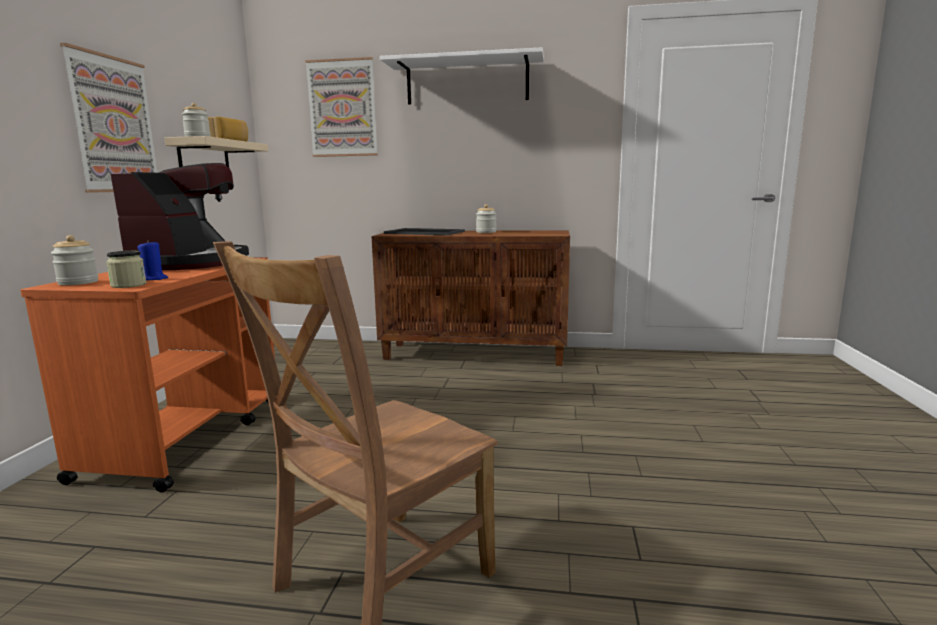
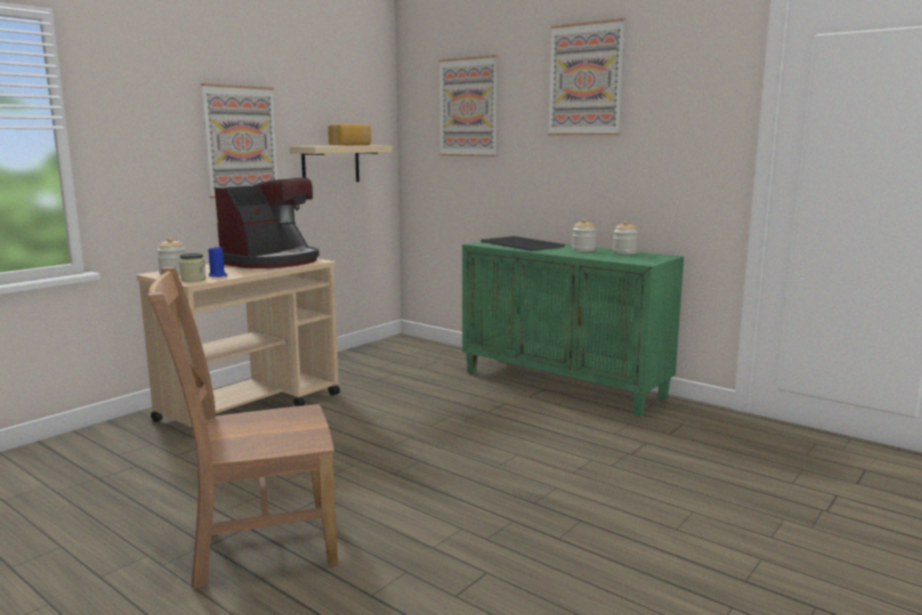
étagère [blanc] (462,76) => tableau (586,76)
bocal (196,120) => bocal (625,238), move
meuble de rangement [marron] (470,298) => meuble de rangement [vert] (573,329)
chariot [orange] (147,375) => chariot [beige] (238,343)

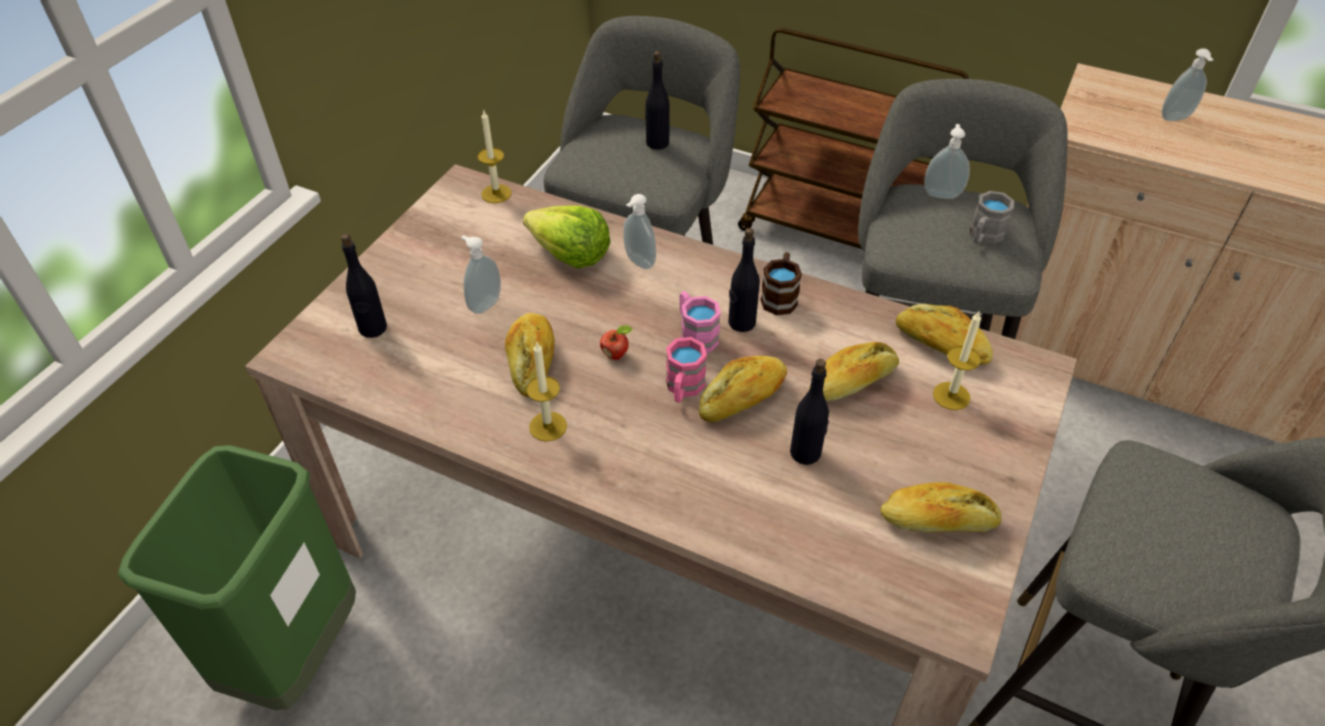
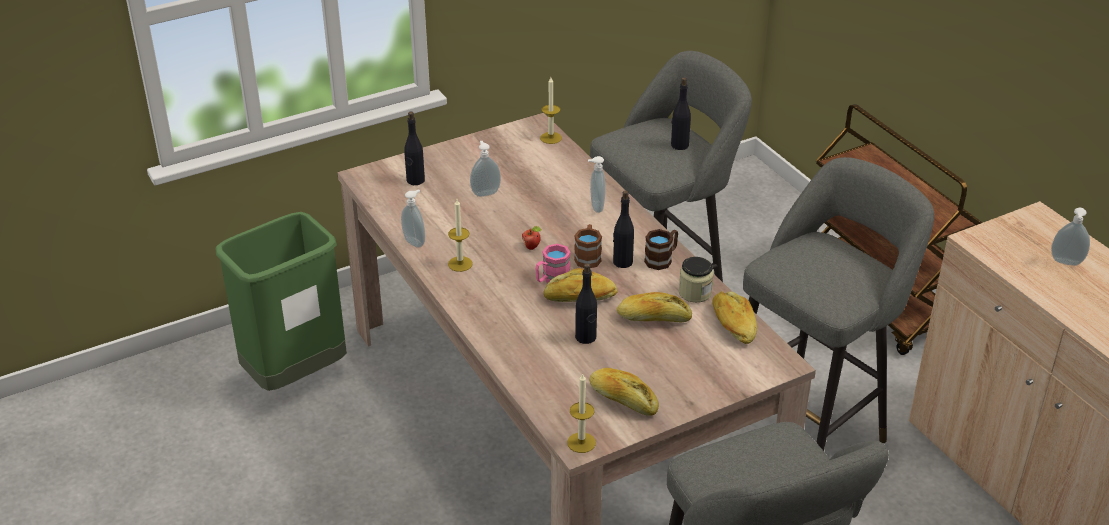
distributeur de savon (947,161) => distributeur de savon (413,218), move
mug [gris] (992,218) => nothing
laitue (566,237) => nothing
mug [rose] (700,322) => mug [marron] (588,246)
bougie (957,361) => bougie (581,413), move
pain (530,355) => nothing
nothing => bocal (696,280)

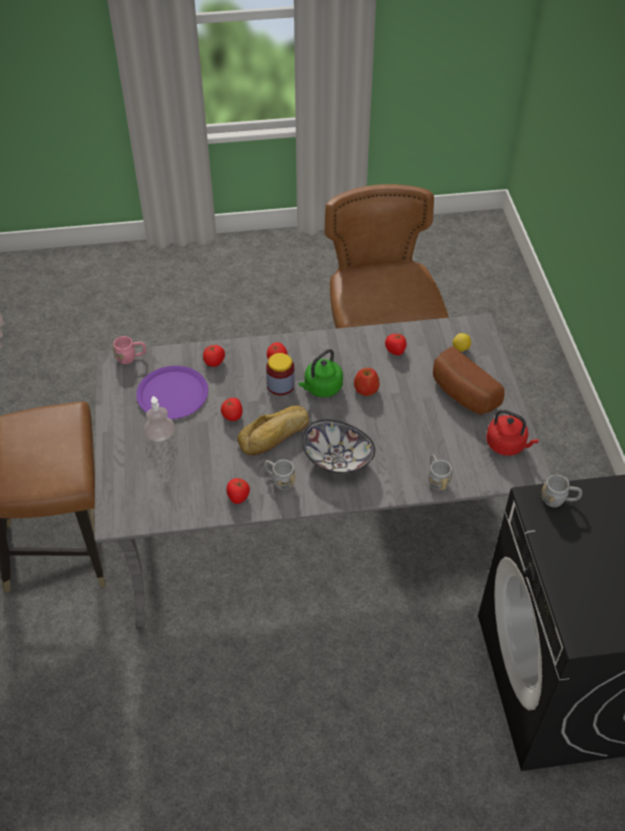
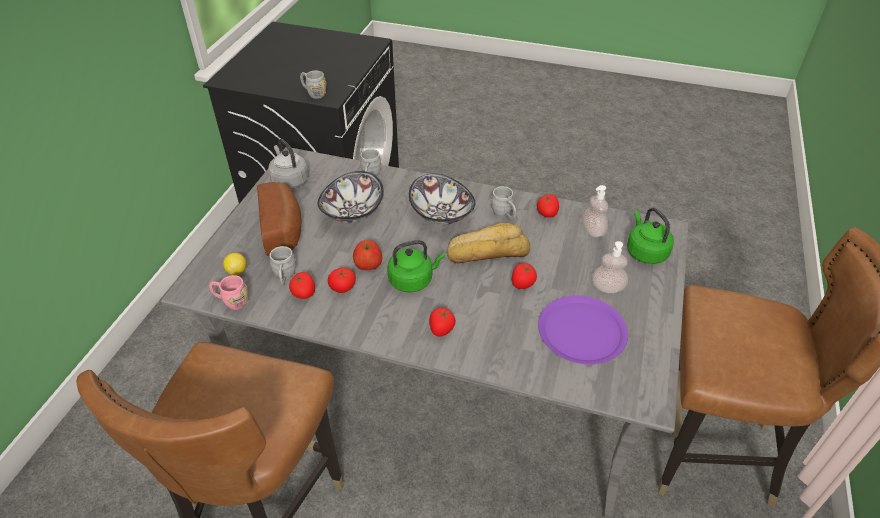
mug [rose] (129,350) => mug [rose] (228,292), move
tomate (214,356) => tomate (342,280), move
bocal (280,374) => nothing
bouilloire [rouge] (512,433) => bouilloire [gris] (289,164)
nothing => bol (351,197)
nothing => distributeur de savon (595,211)
nothing => bouilloire [vert] (650,236)
nothing => mug [gris] (283,265)

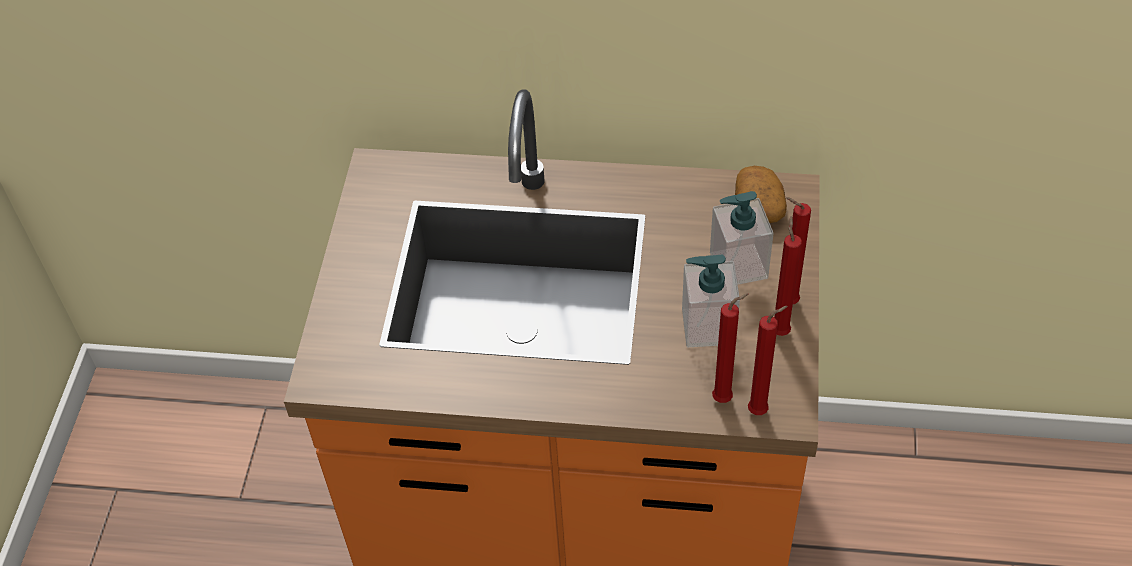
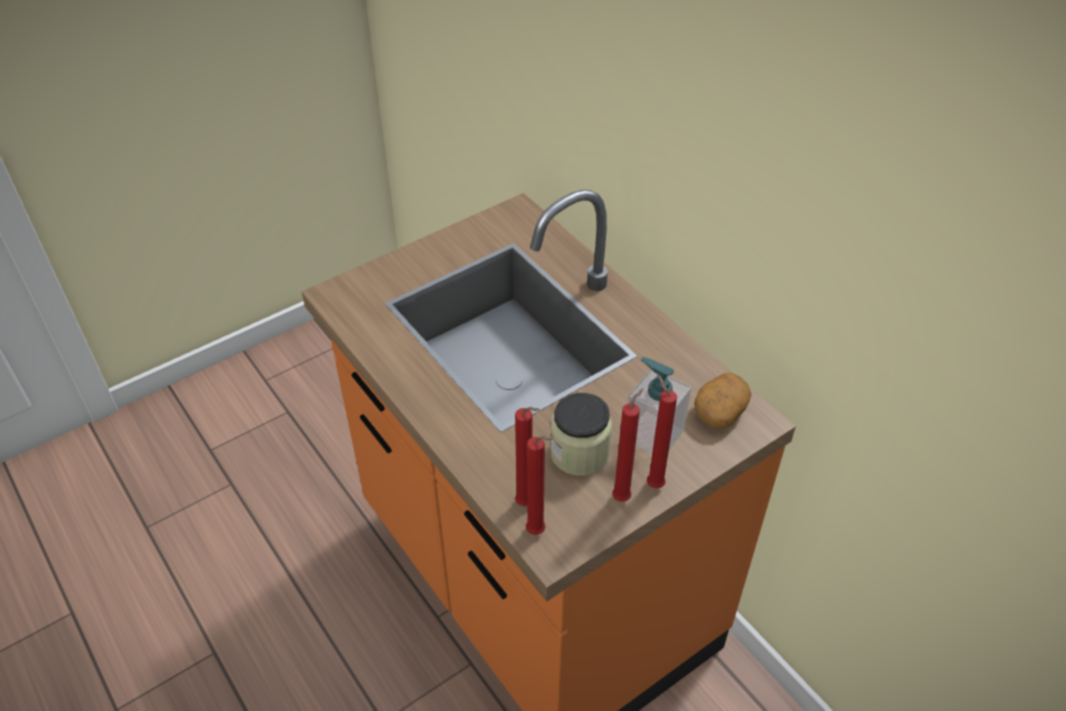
distributeur de savon (711,301) => bocal (581,434)

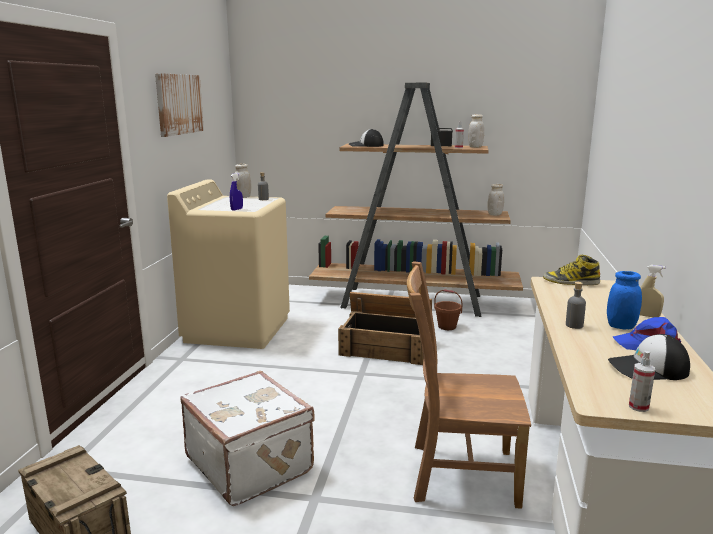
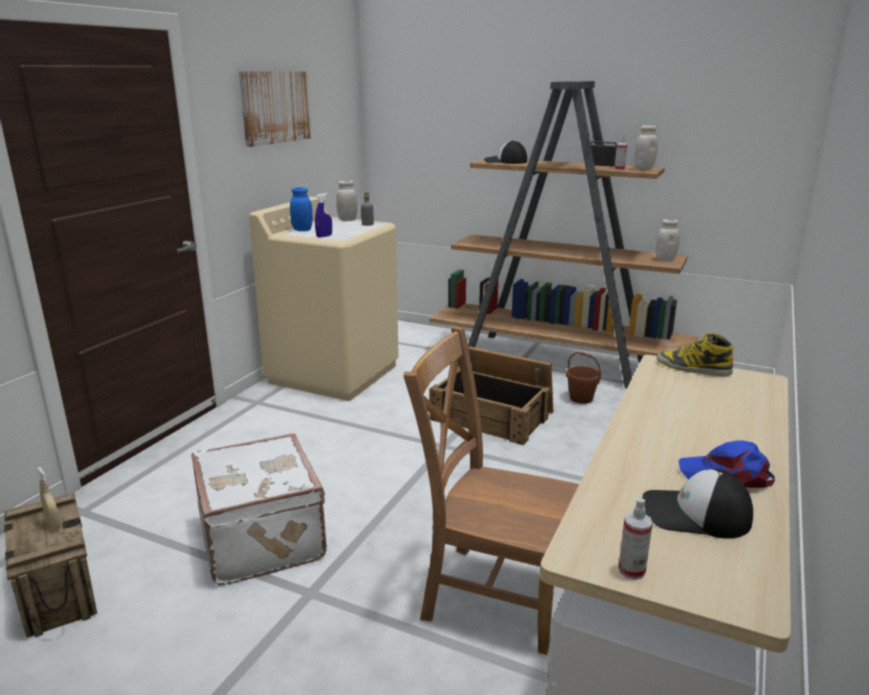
vaporisateur [beige] (653,291) => vaporisateur [beige] (48,498), move
bocal [bleu] (624,300) => bocal [bleu] (301,209), move
bouteille [gris] (576,305) => nothing

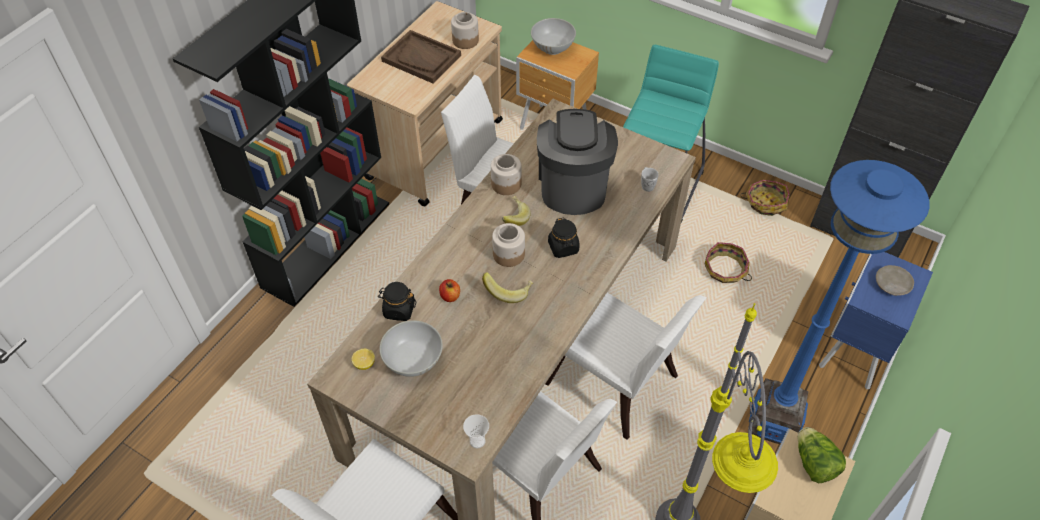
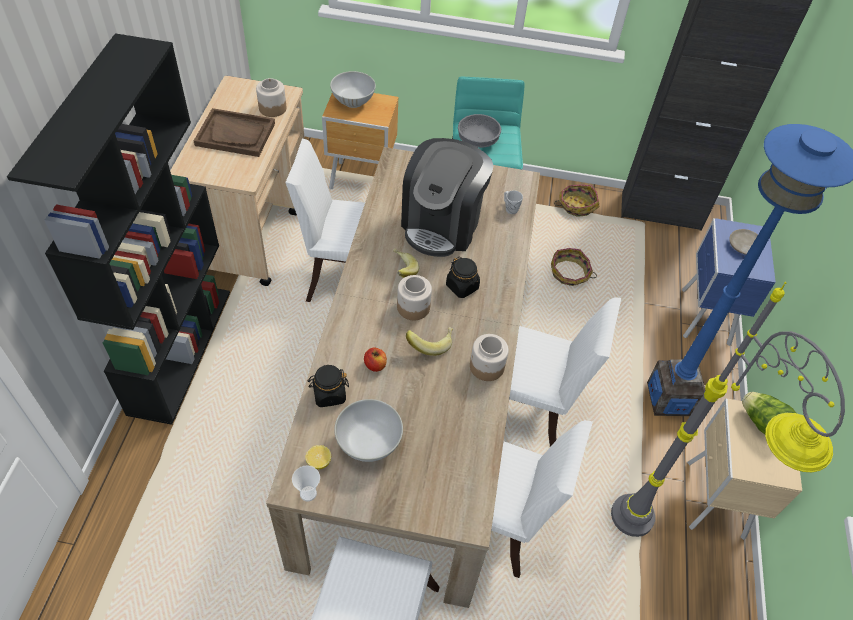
machine à café (577,162) => machine à café (447,197), 135 degrees counterclockwise
bocal (506,174) => bocal (489,357), move
tasse (476,431) => tasse (306,483), move
nothing => bol [gris] (479,131)

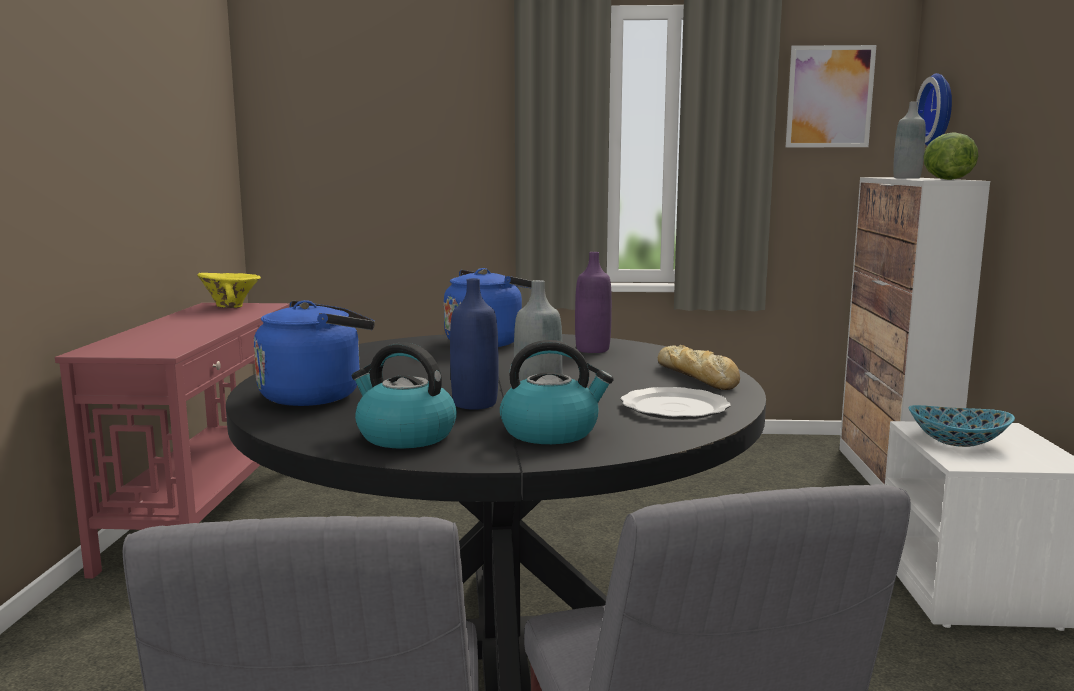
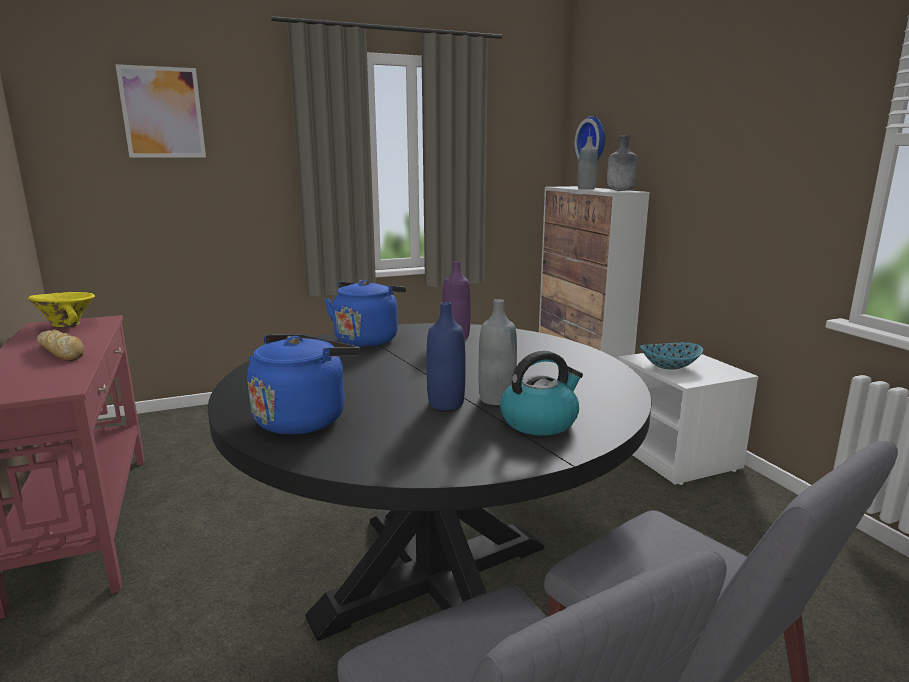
tableau (831,96) => tableau (160,110), move
laitue (950,156) => bouteille [gris] (622,163)
bouilloire (404,395) => nothing
pain (699,367) => pain (60,345), move
assiette (675,403) => nothing

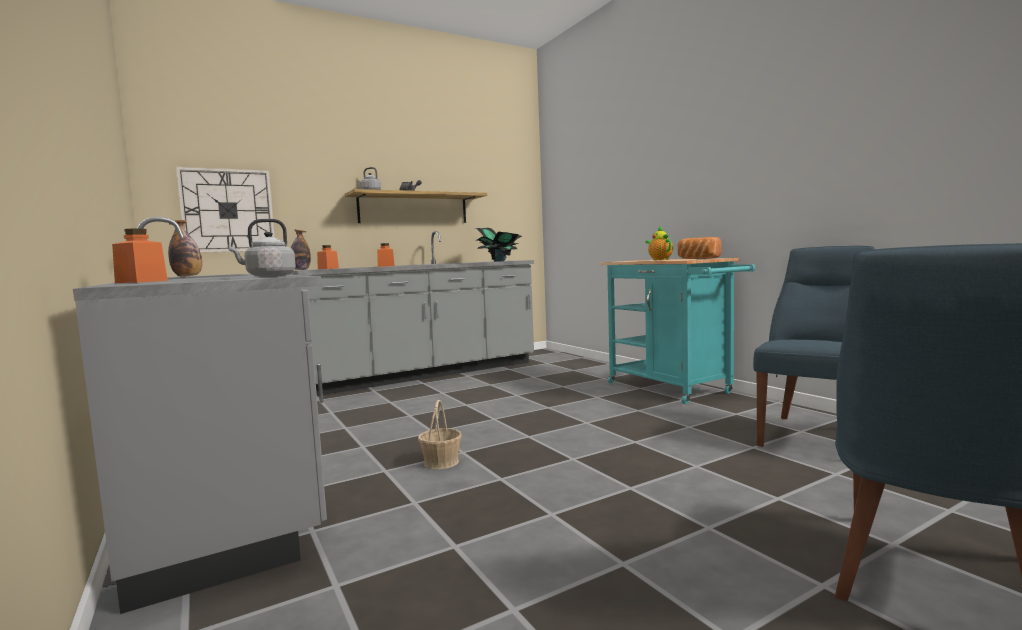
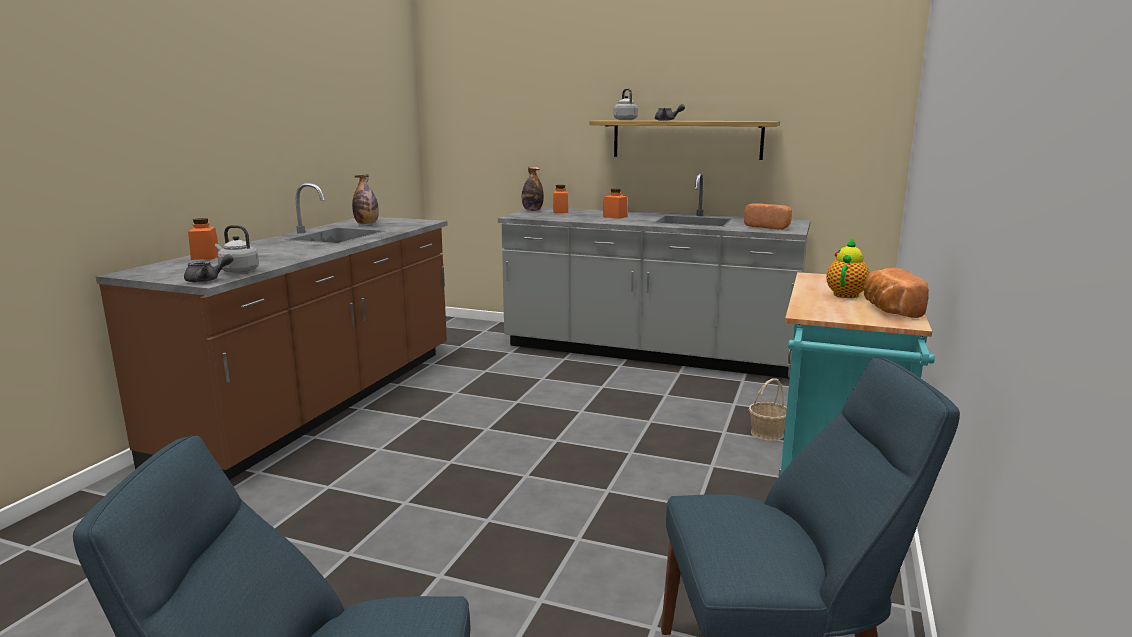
horloge murale (225,210) => nothing
comptoir de cuisine [gris] (200,415) => comptoir de cuisine [marron] (272,331)
plante en pot (498,244) => pain (768,216)
panier (440,435) => panier (768,409), move
nothing => théière [gris] (209,268)

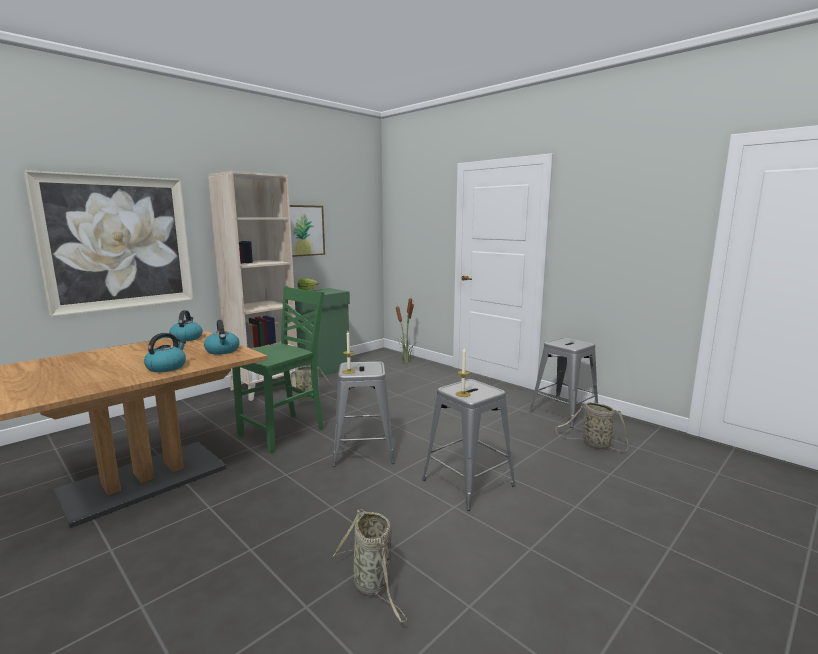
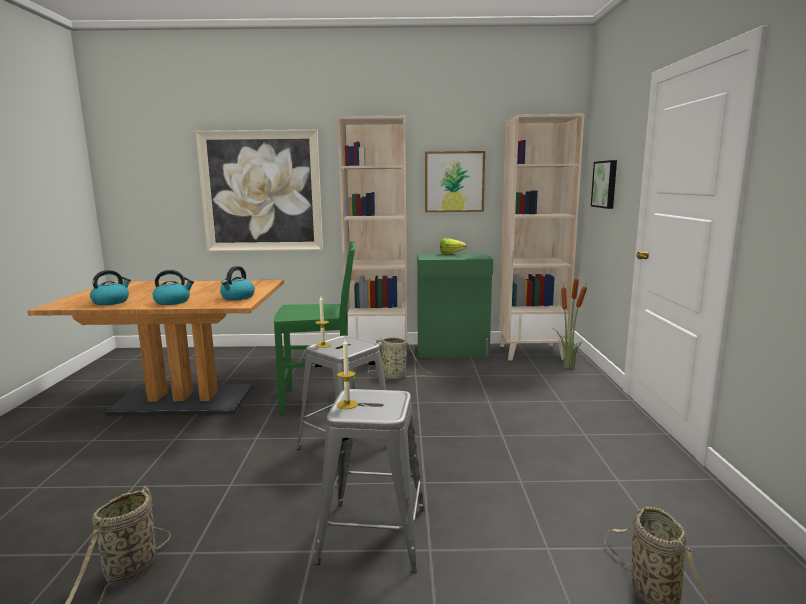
bouilloire (186,325) => bouilloire (110,287), move
tabouret [gris] (563,382) => nothing
nothing => bibliothèque [beige] (542,237)
nothing => tableau (604,184)

